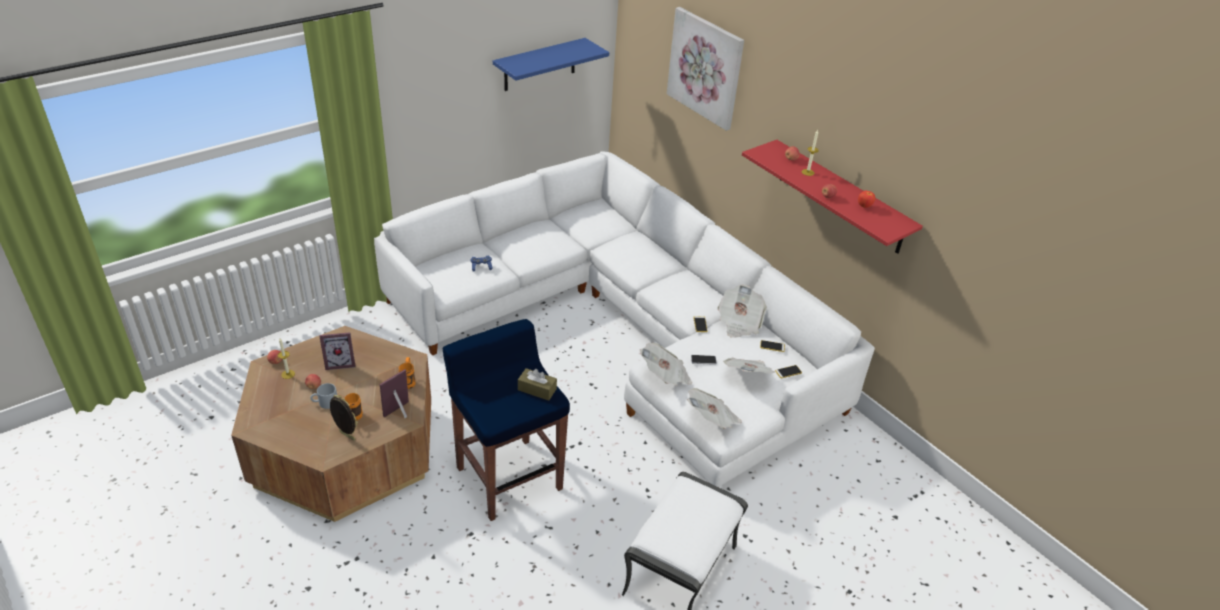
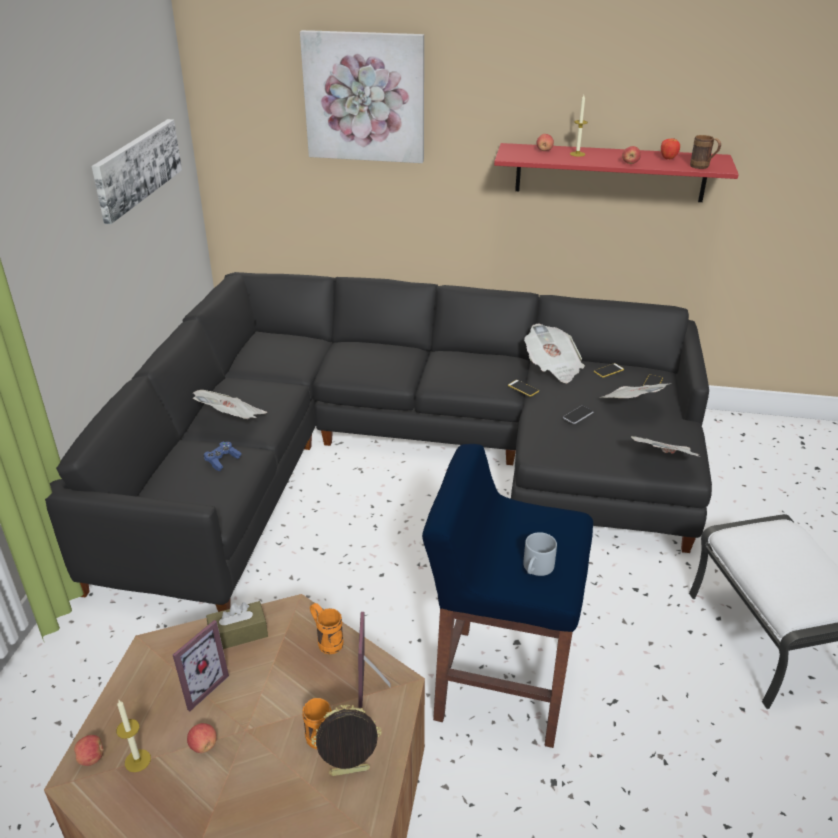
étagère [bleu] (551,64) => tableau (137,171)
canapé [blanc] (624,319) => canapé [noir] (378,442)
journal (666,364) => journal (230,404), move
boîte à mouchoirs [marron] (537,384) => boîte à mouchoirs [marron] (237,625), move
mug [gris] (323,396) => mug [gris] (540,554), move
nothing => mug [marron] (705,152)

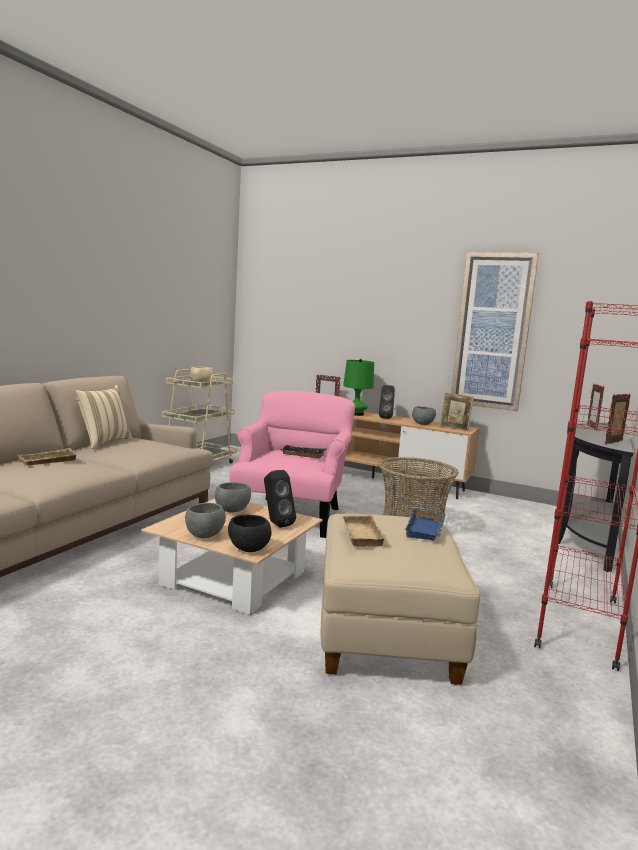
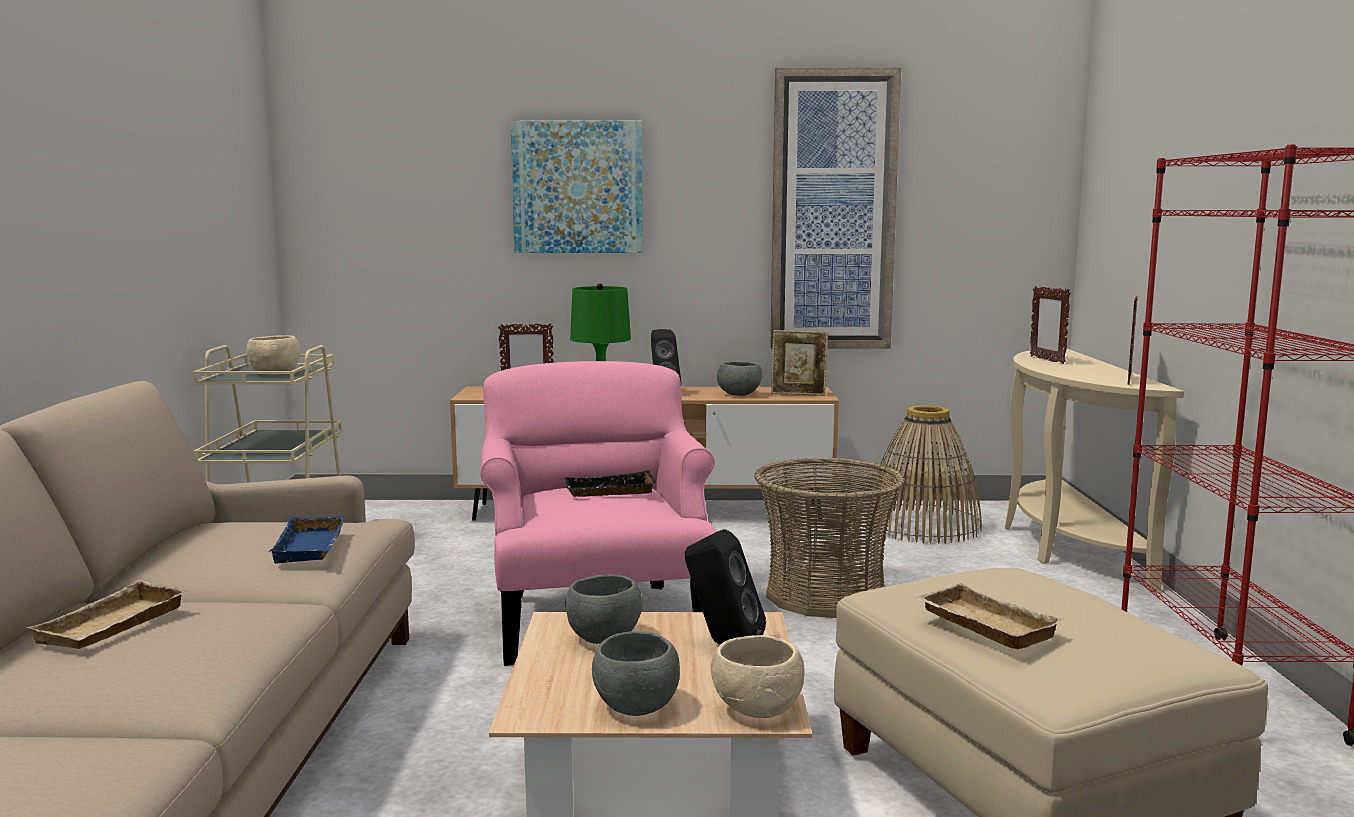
coussin [beige] (103,417) => nothing
table console [noir] (595,497) => table console [beige] (1094,470)
plateau [bleu] (425,524) => plateau [bleu] (307,540), move
bol [noir] (250,533) => bol [beige] (758,676)
nothing => tableau (577,187)
nothing => panier (924,474)

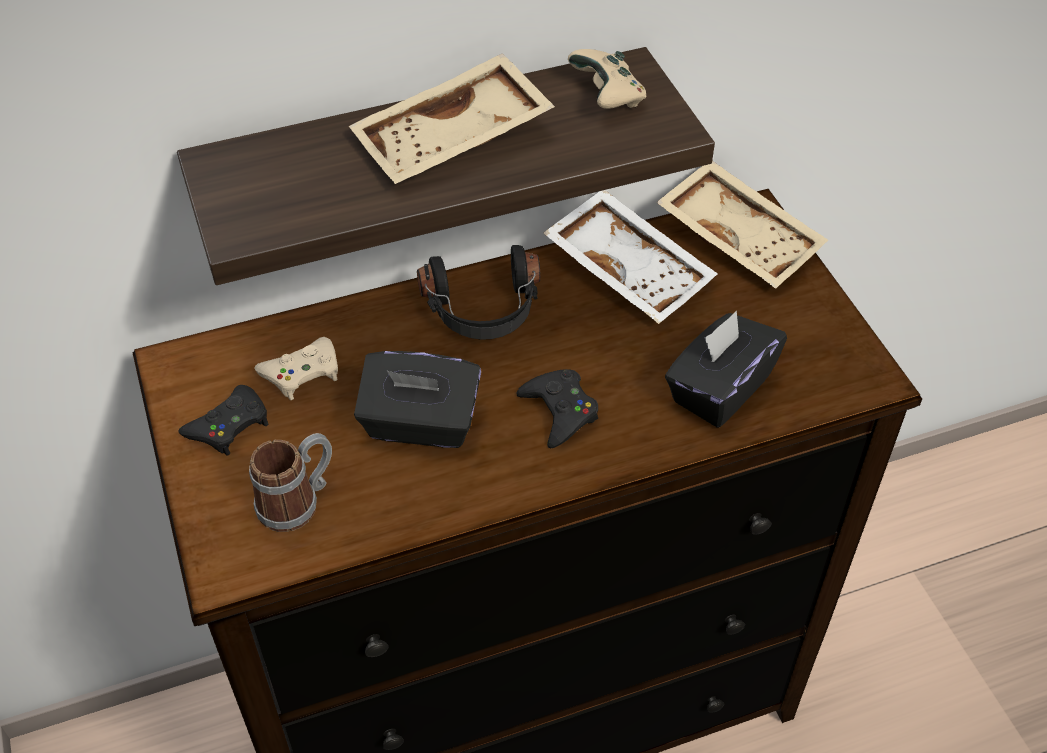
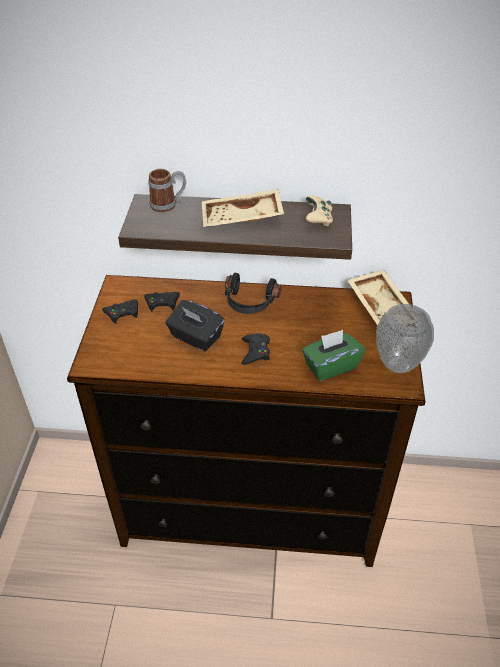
plateau [blanc] (630,257) => nothing
boîte à mouchoirs [noir] (726,369) => boîte à mouchoirs [vert] (333,355)
manette [beige] (296,368) => manette [noir] (162,302)
mug (290,482) => mug (167,190), move
nothing => vase (405,338)

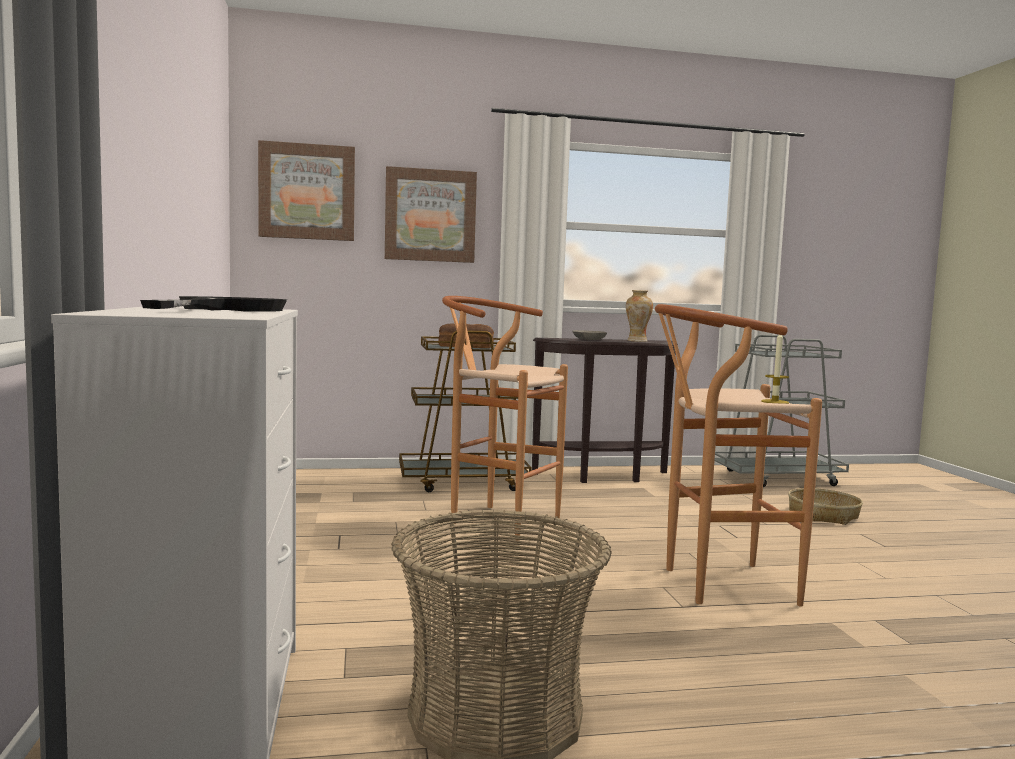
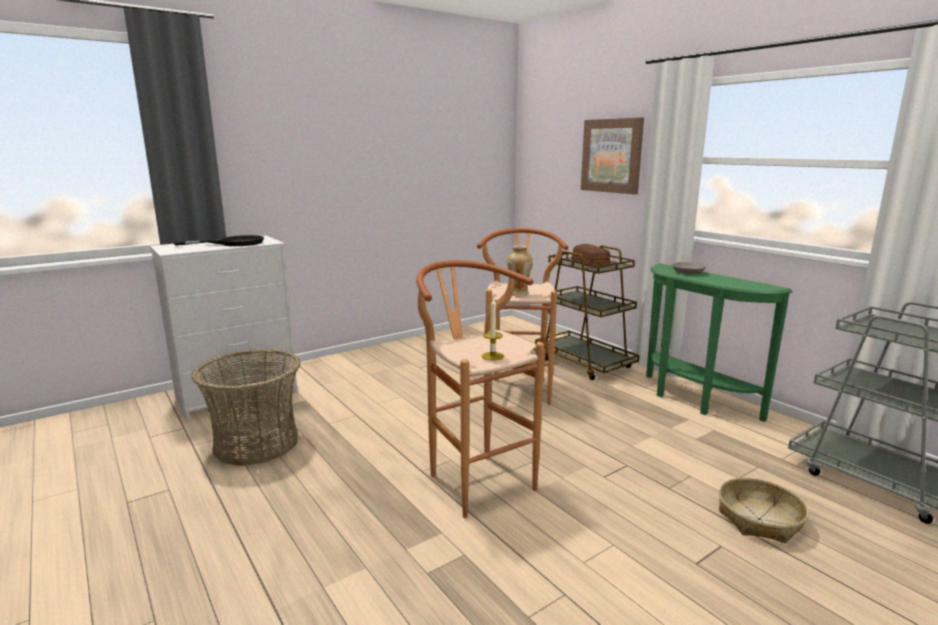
tableau (306,190) => nothing
vase (639,316) => vase (520,271), move
table console [marron] (605,410) => table console [vert] (719,342)

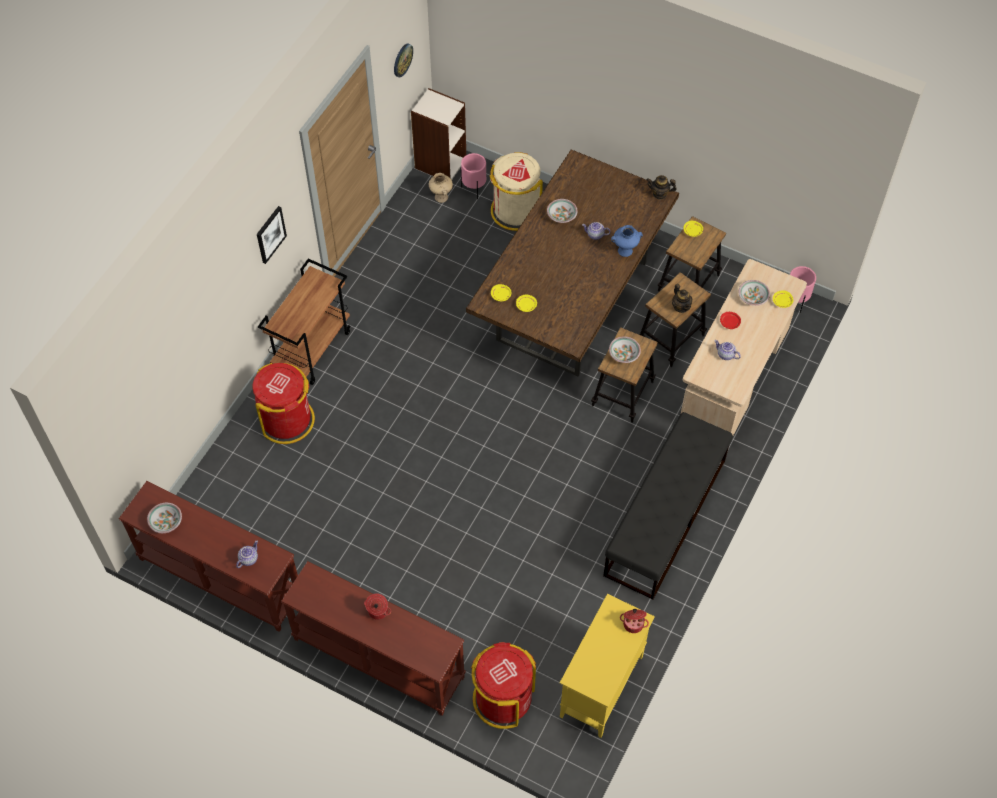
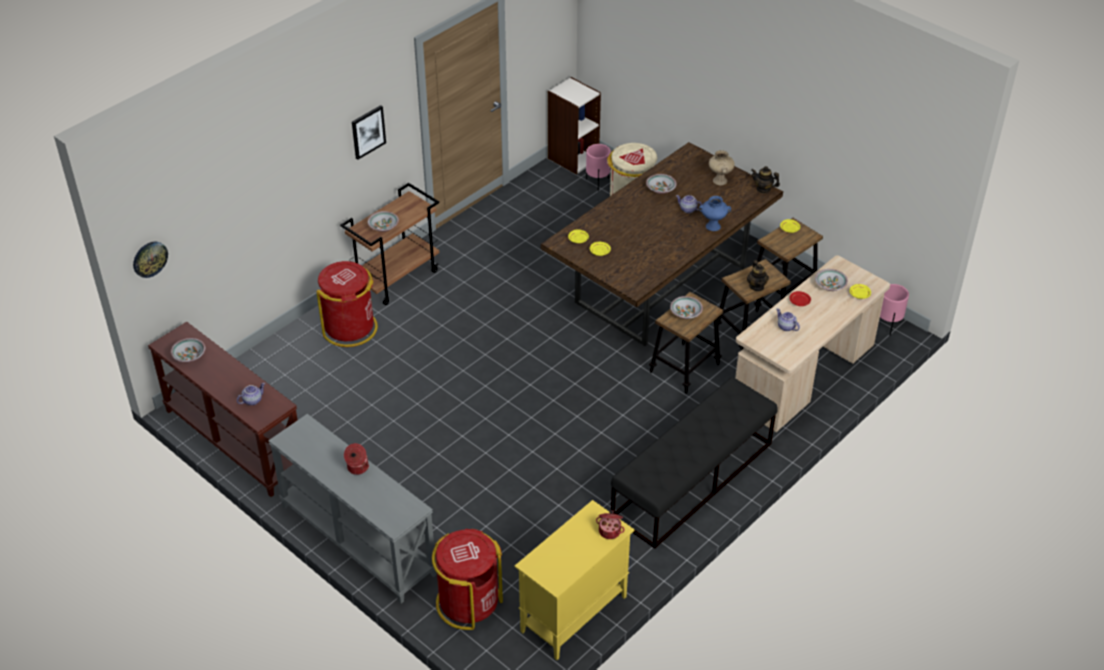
horloge murale (403,60) => horloge murale (150,260), move
vase [beige] (441,188) => vase [beige] (722,167), move
table console [marron] (373,638) => table console [gris] (352,509)
nothing => bol (383,221)

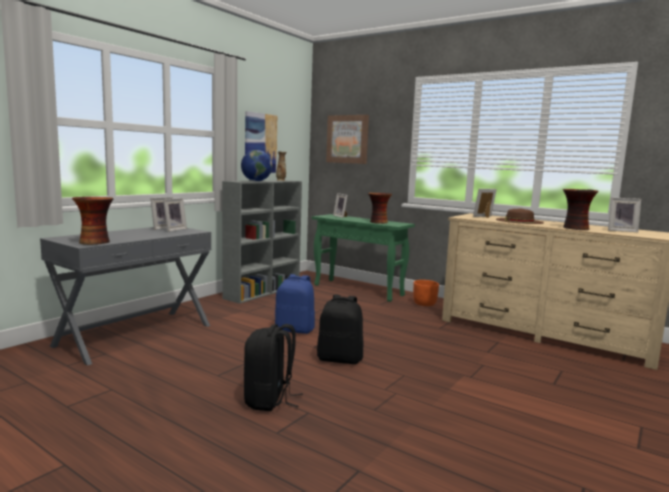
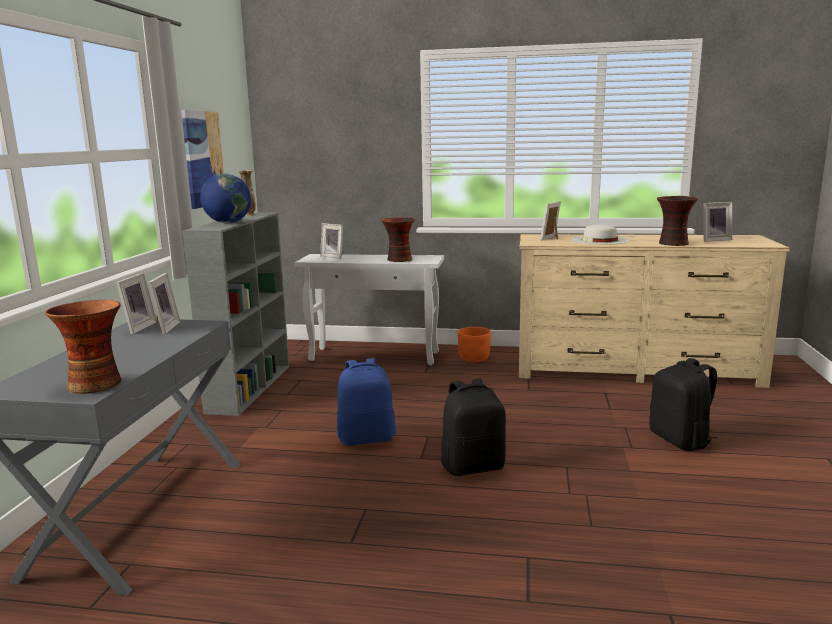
tableau (347,139) => nothing
chapeau [marron] (520,216) => chapeau [blanc] (600,234)
table console [vert] (363,258) => table console [blanc] (369,309)
sac à dos [noir] (273,367) => sac à dos [noir] (683,404), move

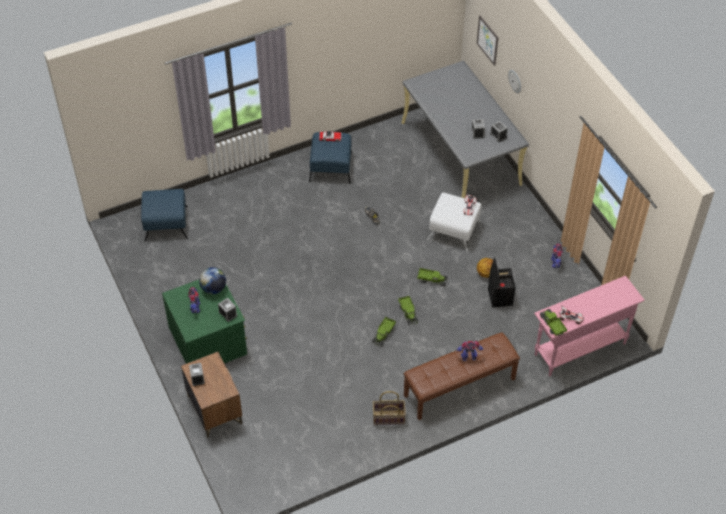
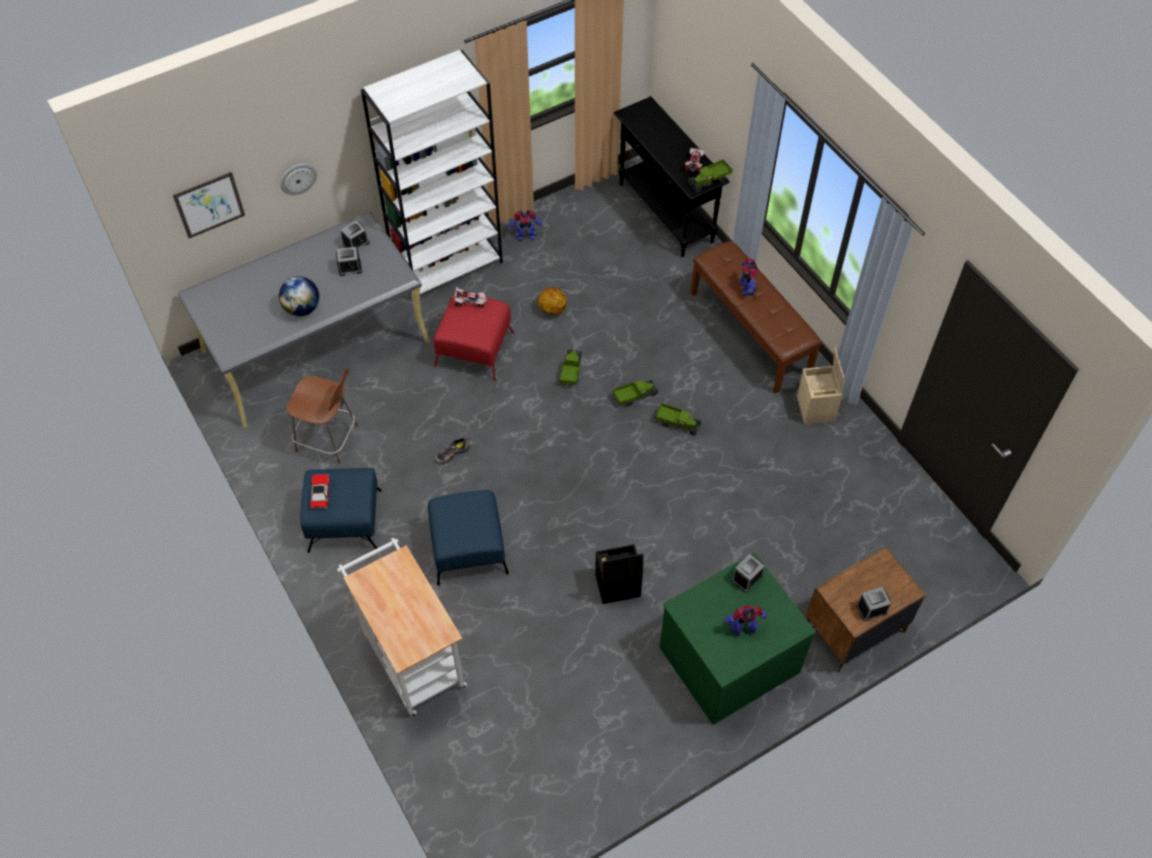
pouf [bleu] (164,215) => pouf [bleu] (468,538), move
pouf [blanc] (454,222) => pouf [rouge] (474,337)
boîte de rangement [noir] (502,282) => boîte de rangement [noir] (619,574), move
globe (212,280) => globe (299,296), move
table console [rose] (589,326) => table console [noir] (672,176)
panier (389,408) => boîte de rangement [beige] (820,385)
nothing => bibliothèque [blanc] (432,172)
nothing => chaise [marron] (322,416)
nothing => chariot [blanc] (402,627)

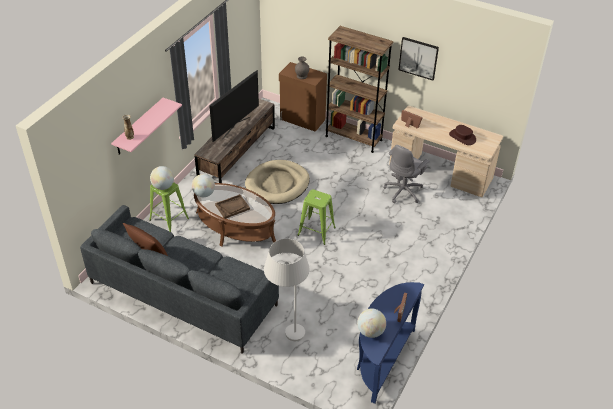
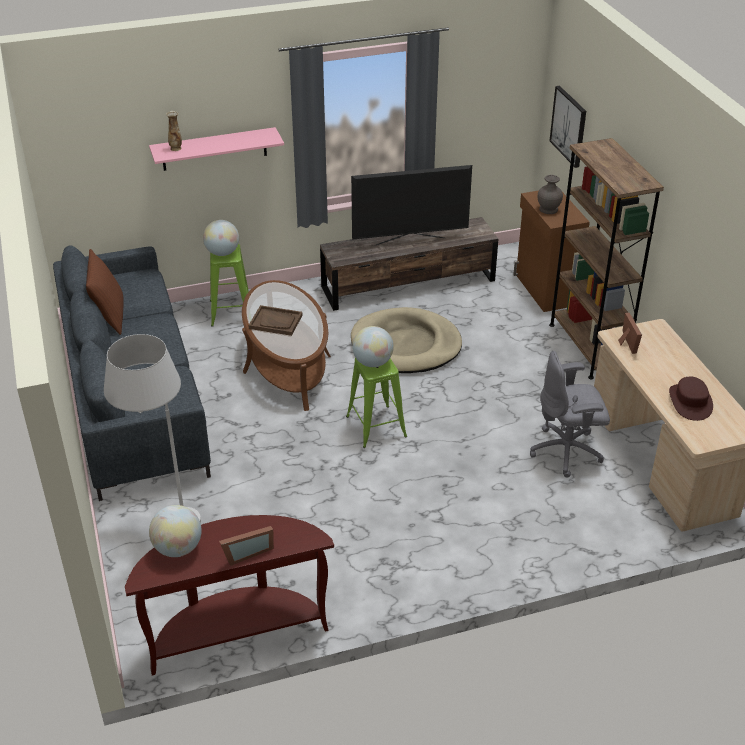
tableau (419,59) => tableau (568,127), move
globe (203,185) => globe (373,346), move
table console [bleu] (390,343) => table console [marron] (229,595)

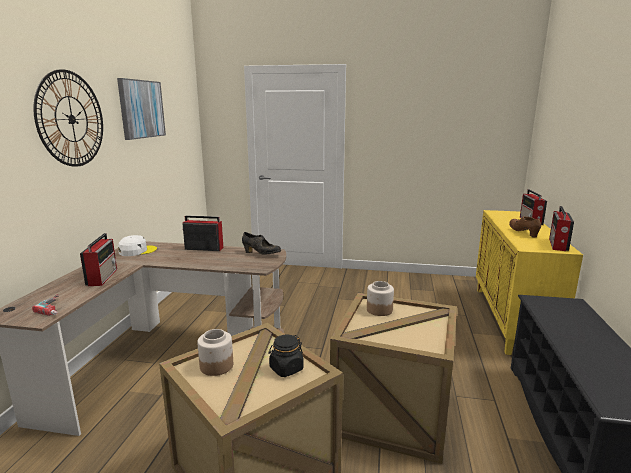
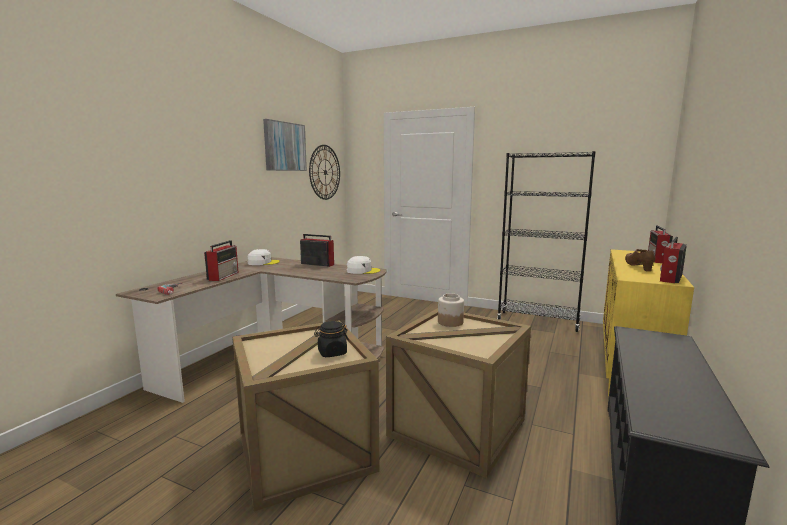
horloge murale (68,118) => horloge murale (324,172), move
chaussure [noir] (261,243) => casquette [blanc] (364,265)
bocal (215,352) => nothing
nothing => bibliothèque [noir] (546,241)

